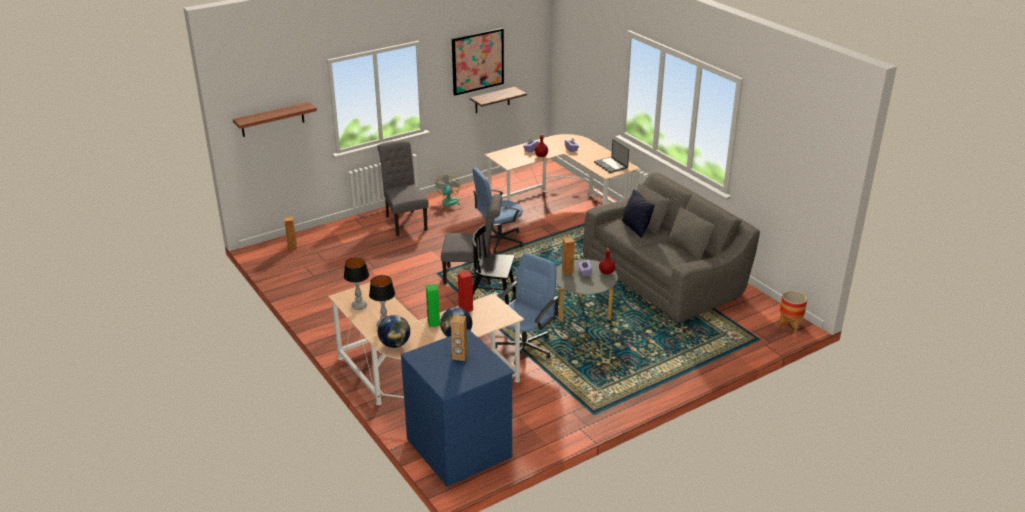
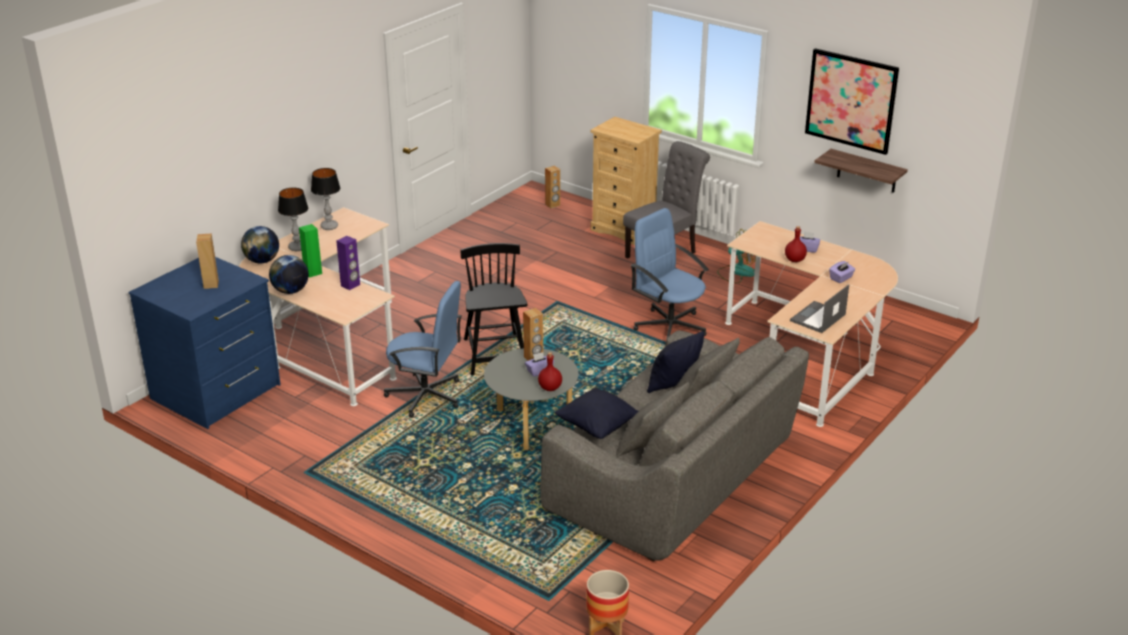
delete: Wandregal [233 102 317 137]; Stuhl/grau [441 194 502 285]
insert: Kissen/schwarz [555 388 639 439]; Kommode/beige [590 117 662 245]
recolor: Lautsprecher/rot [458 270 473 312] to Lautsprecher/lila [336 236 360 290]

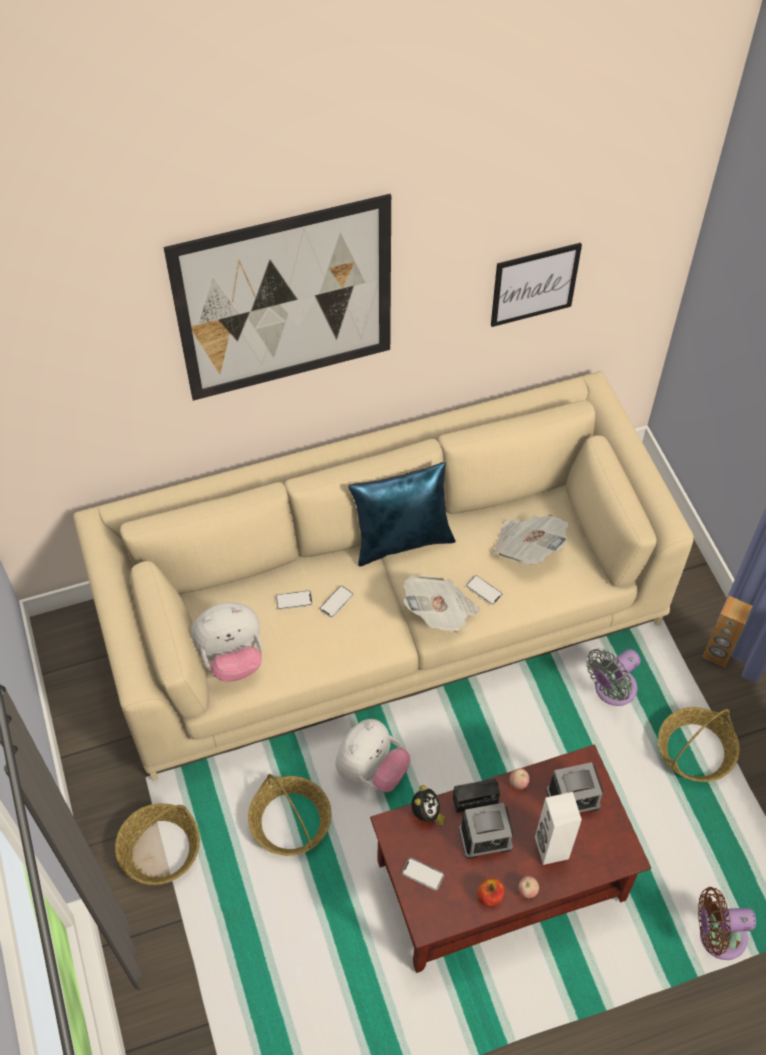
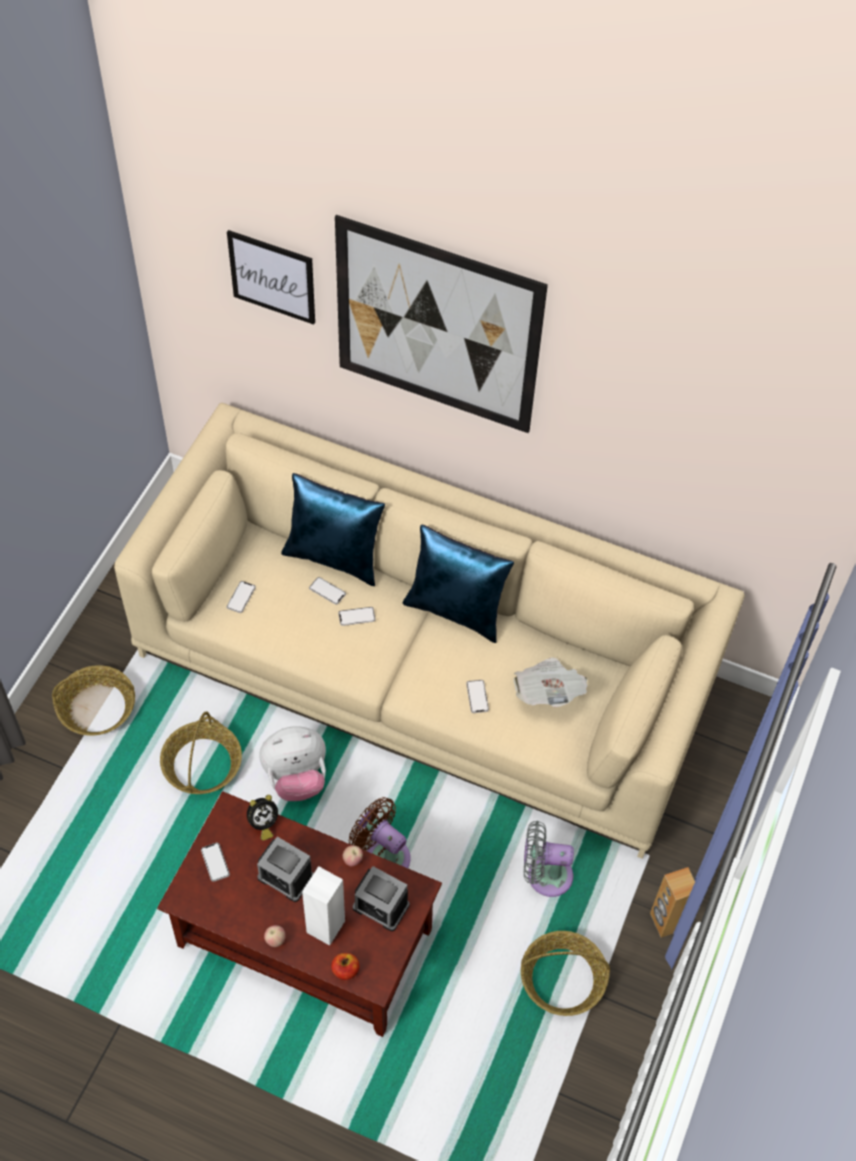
delete: Zeitung [403 574 480 633]; Radio [453 777 500 813]
insert: Kissen/blau [281 473 385 586]
move: Bild [491 243 582 327] to [227 230 315 325]; Apfel [477 878 504 906] to [331 953 359 980]; Ventilator/braun [698 887 756 960] to [349 797 411 868]
replace: Plüschtier [191 602 262 682] to Handy [226 581 256 613]

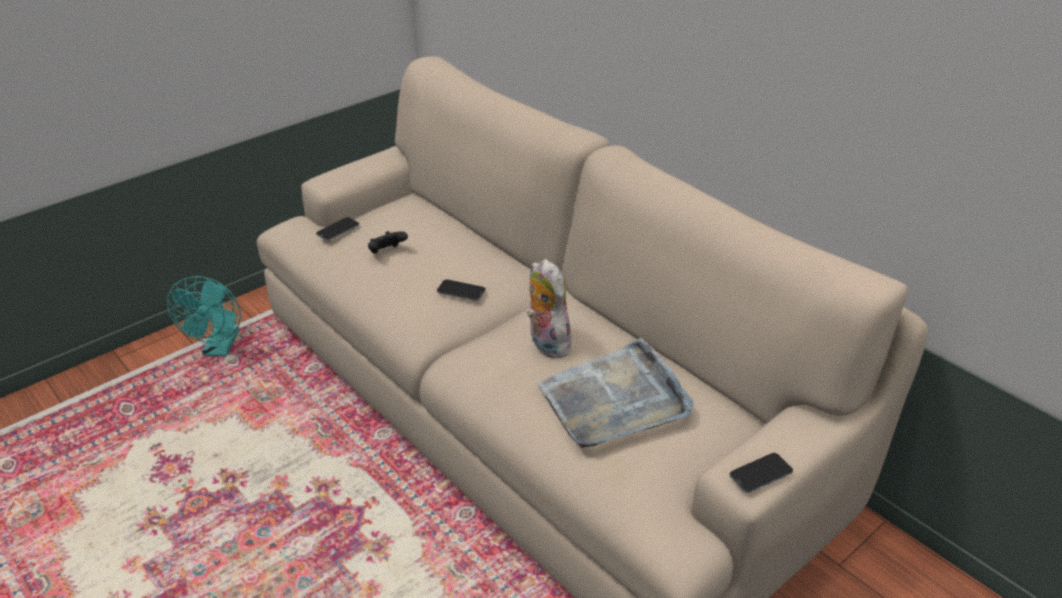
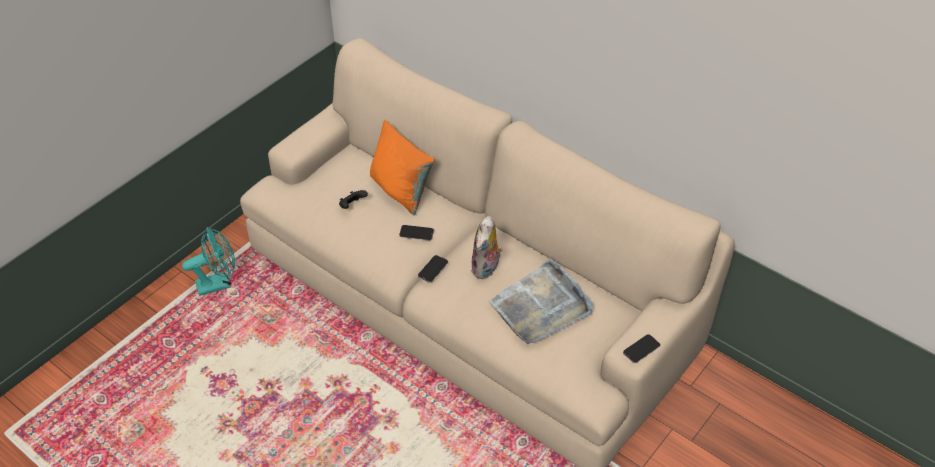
insert: Kissen/orange [370 120 435 215]
move: Handy [316 217 359 241] to [418 255 448 283]
rotate: Ventilator/türkis [167 276 241 357] = [182 227 235 296] 105 degrees counterclockwise; Plüschtier [527 259 572 358] = [471 216 503 279] 120 degrees counterclockwise

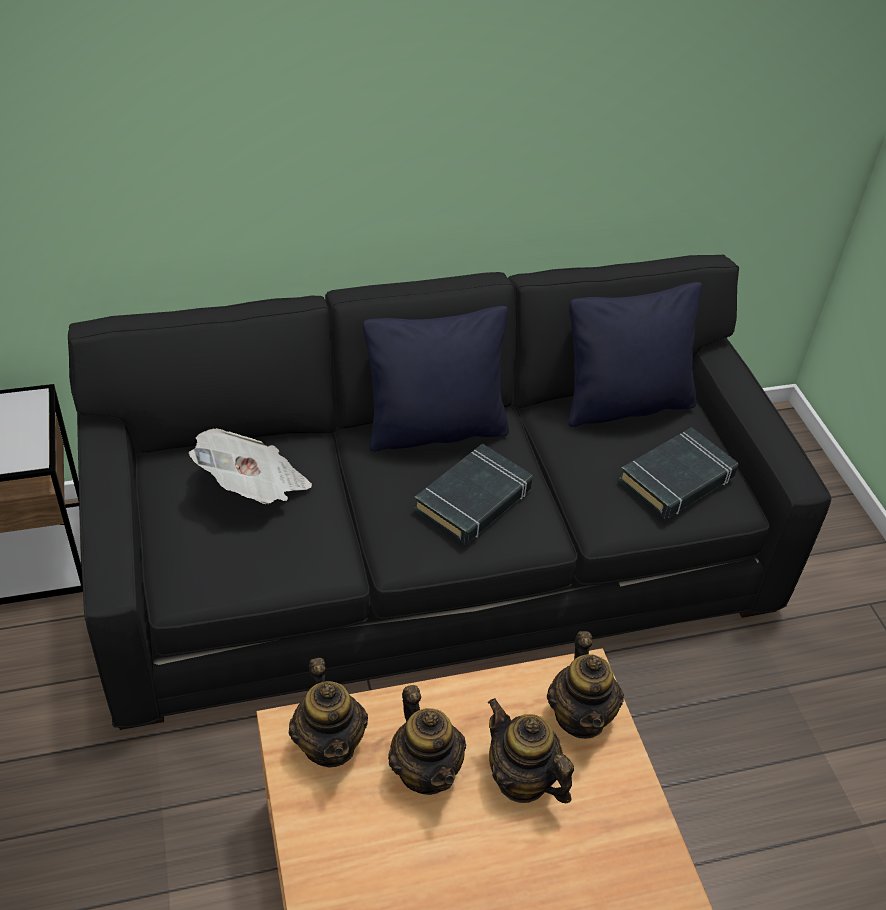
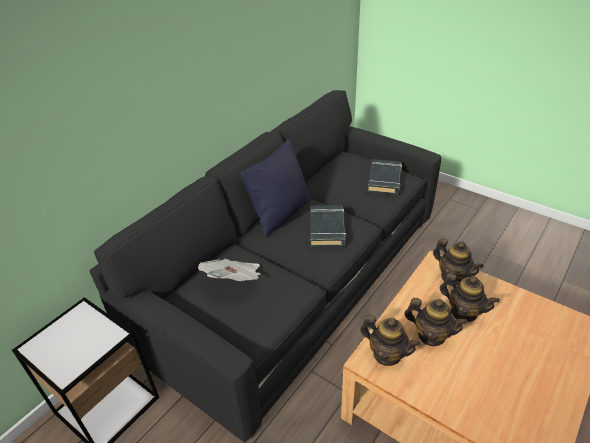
delete: Kissen/schwarz [568 282 702 427]
rotate: Teekanne [488 698 574 803] = [440 273 500 322] 150 degrees counterclockwise

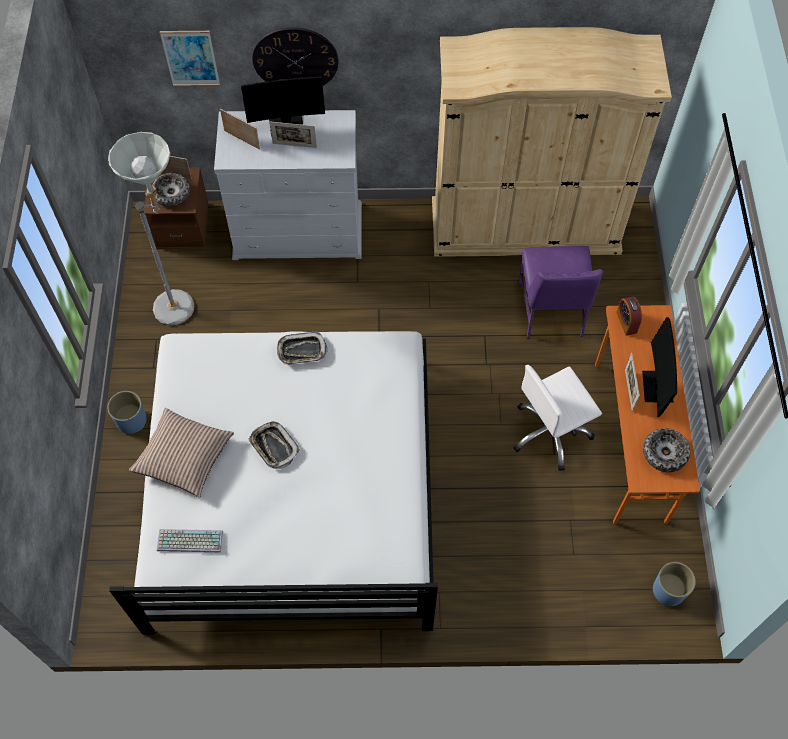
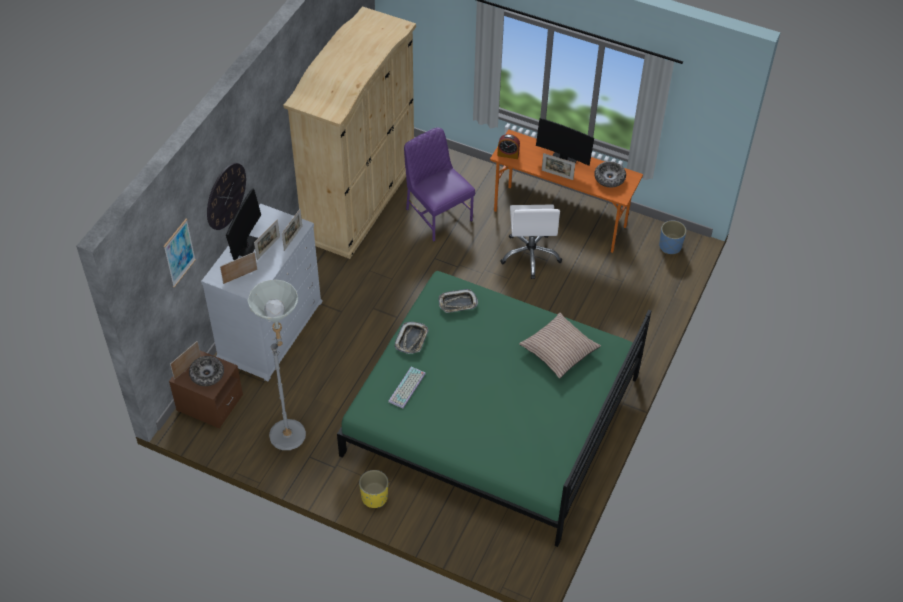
insert: Bilderrahmen [282 209 302 251]
move: Tastatur [157 529 223 552] to [388 367 426 408]; Tablett [248 421 300 469] to [439 289 478 313]; Kissen [129 408 234 497] to [519 313 601 378]
recolor: Bett/weiß [109 331 438 635] to Bett/grün [337 271 651 547]; Pflanzkübel/blau [107 391 147 434] to Pflanzkübel/gelb [359 470 388 508]
rotate: Stuhl/lila [518 246 603 338] = [404 128 475 242] 150 degrees counterclockwise

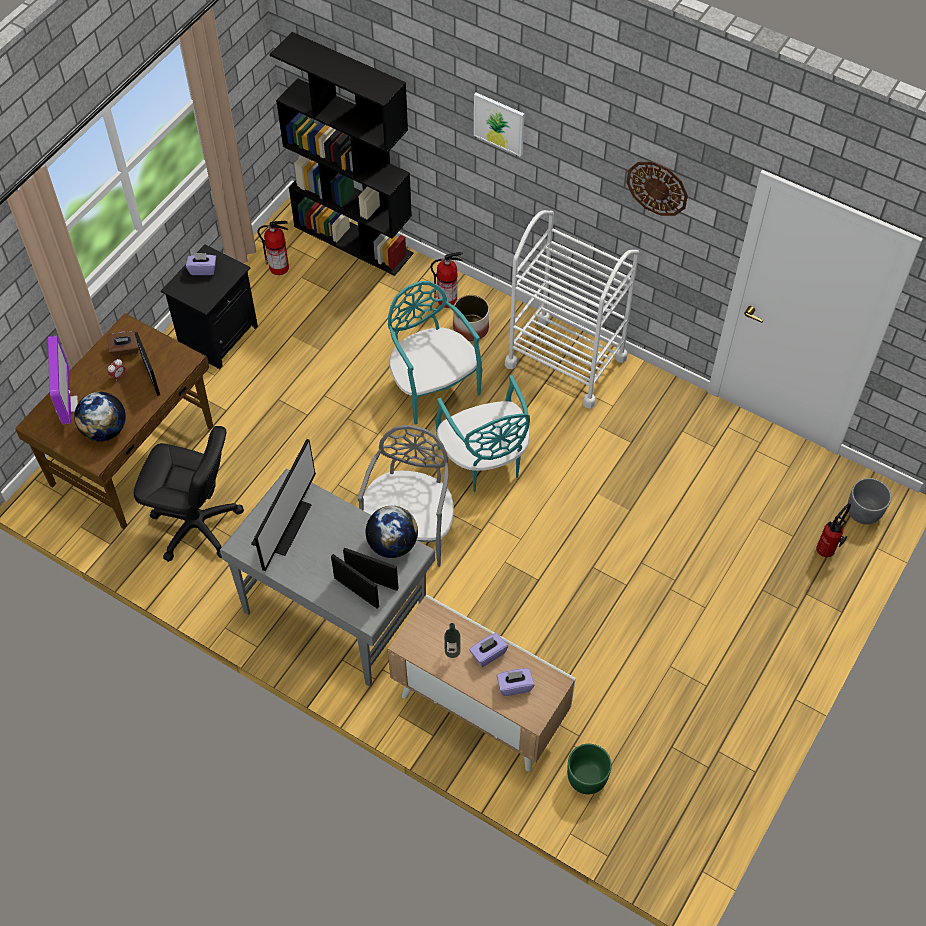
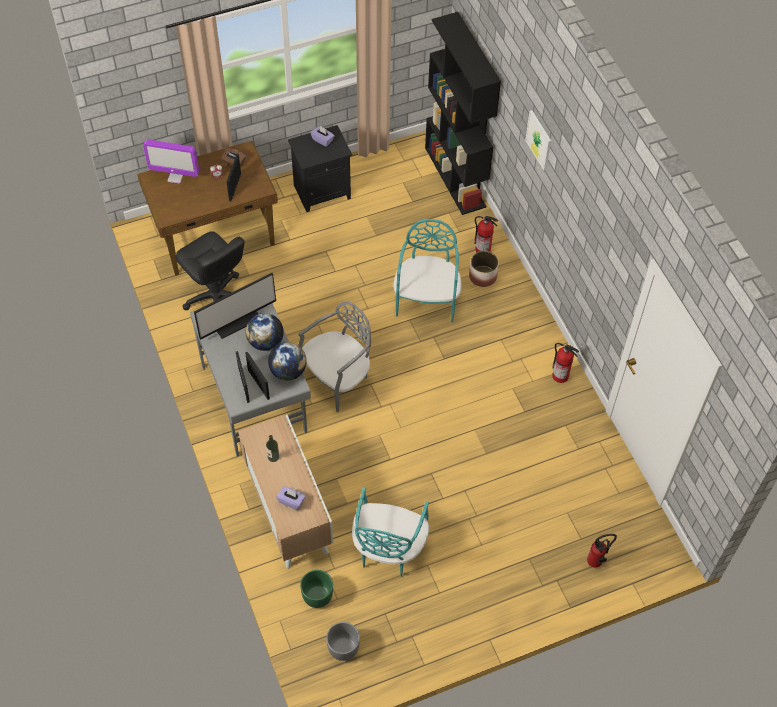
delete: Taschentuchbox/lila [469 633 508 667]; Rollwagen/weiß [505 210 639 409]; Wanduhr [626 162 688 216]
move: Globus [74 392 126 442] to [246 313 284 351]; Pflanzkübel/grau [848 478 891 525] to [326 622 360 661]; Stuhl/türkis [436 375 530 492] to [352 487 429 577]; Feuerlöscher [257 221 289 275] to [552 343 579 383]
rotate: Monitor [48 336 78 424] = [143 140 199 184] 75 degrees clockwise

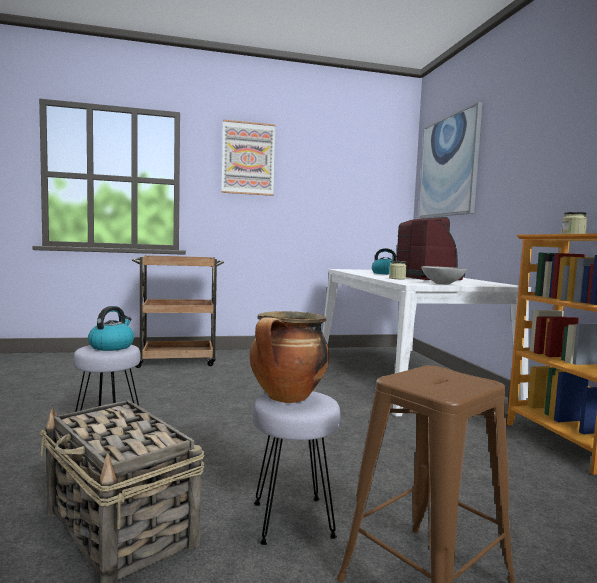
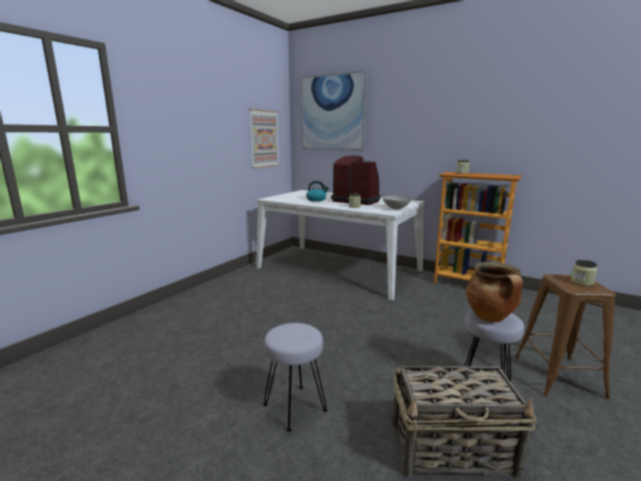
delete: Wasserkessel [88 306 134 351]; Rollwagen/braun [132 255 224 368]
insert: Vorratsglas [571 260 598 286]
move: Bild [221 120 276 196] to [249 109 280 169]

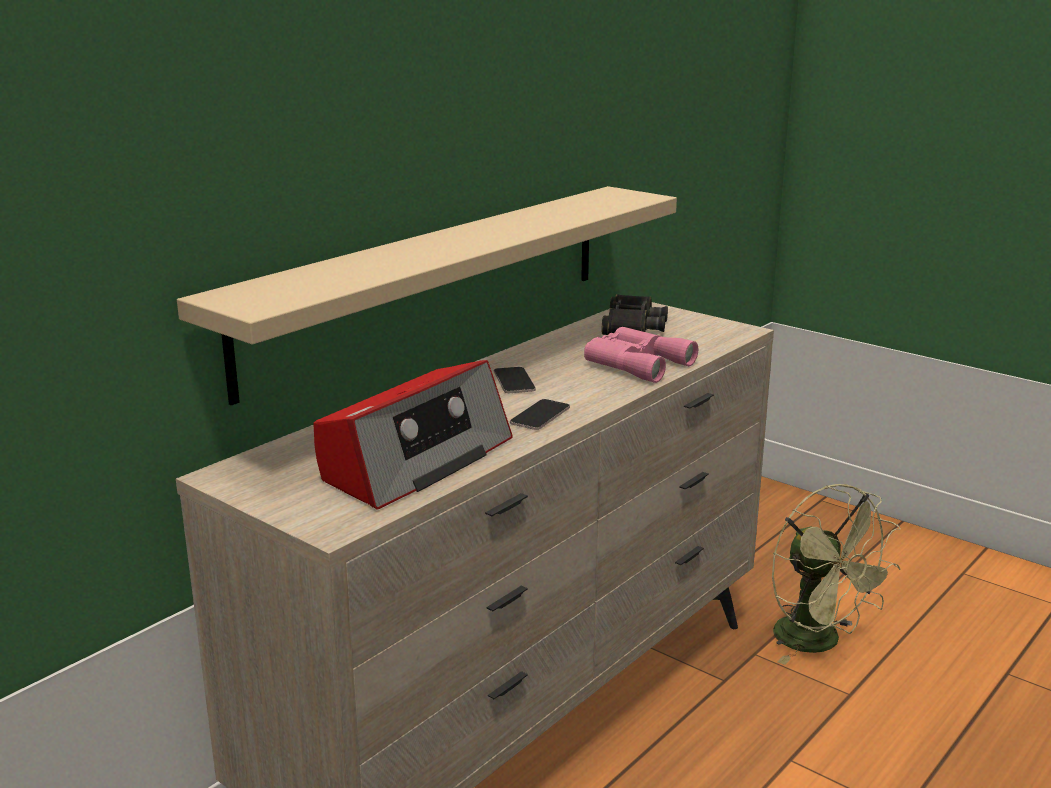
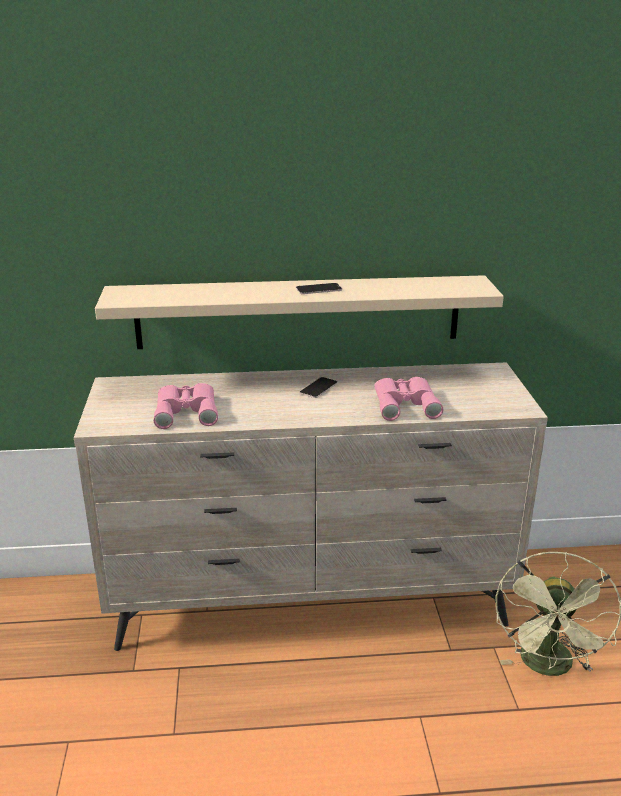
delete: Fernglas/schwarz [602 294 668 335]
move: Handy [510 399 570 430] to [296 283 342 294]
replace: Radio [313 360 513 510] to Fernglas/rosa [154 383 218 429]

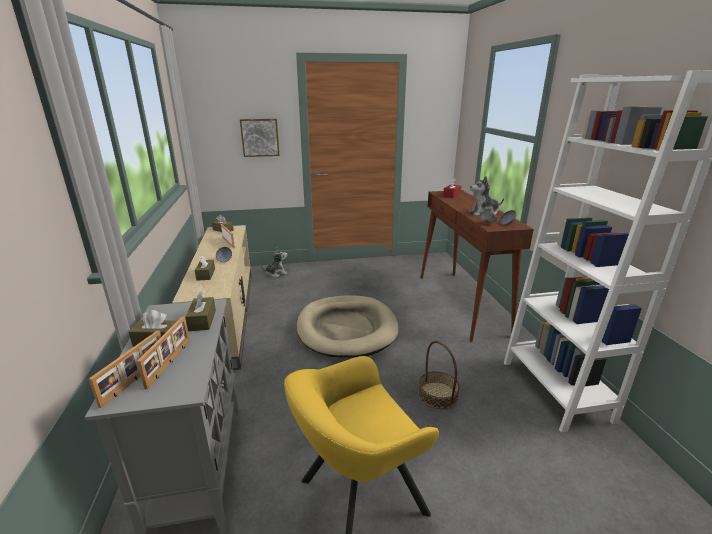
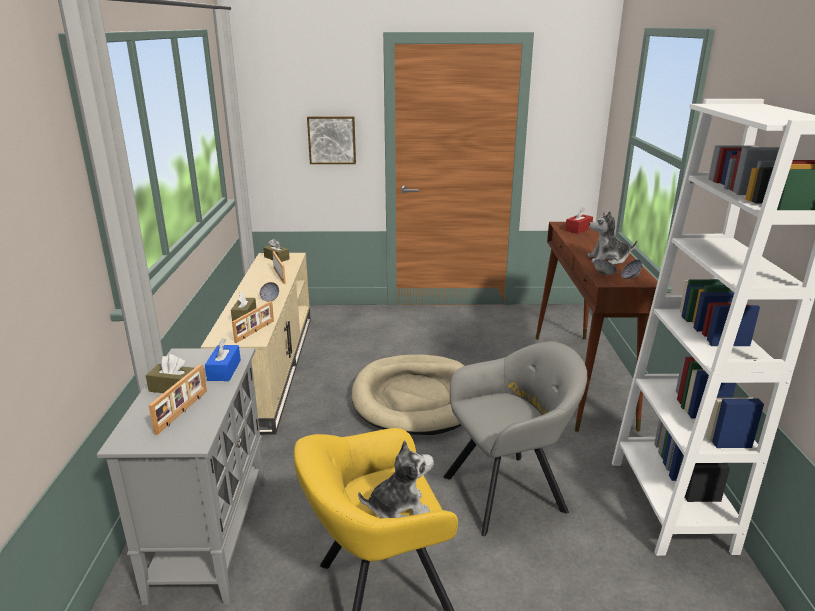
move: Bilderrahmen [89 330 161 408] to [232 301 274 343]; Plüschtier [261 247 288 277] to [358 440 434 518]
replace: Korb [418 341 460 409] to Sessel/grau [443 341 587 536]
recolor: Taschentuchbox/braun [185 292 216 331] to Taschentuchbox/blau [205 338 241 381]

